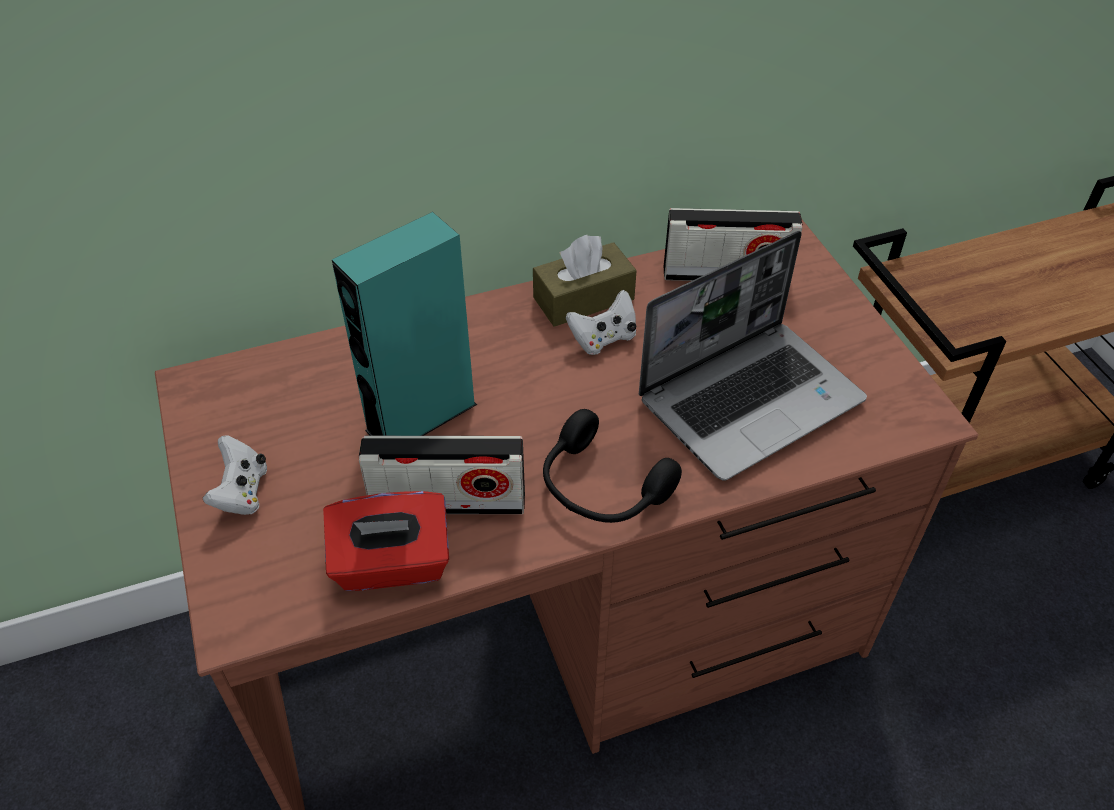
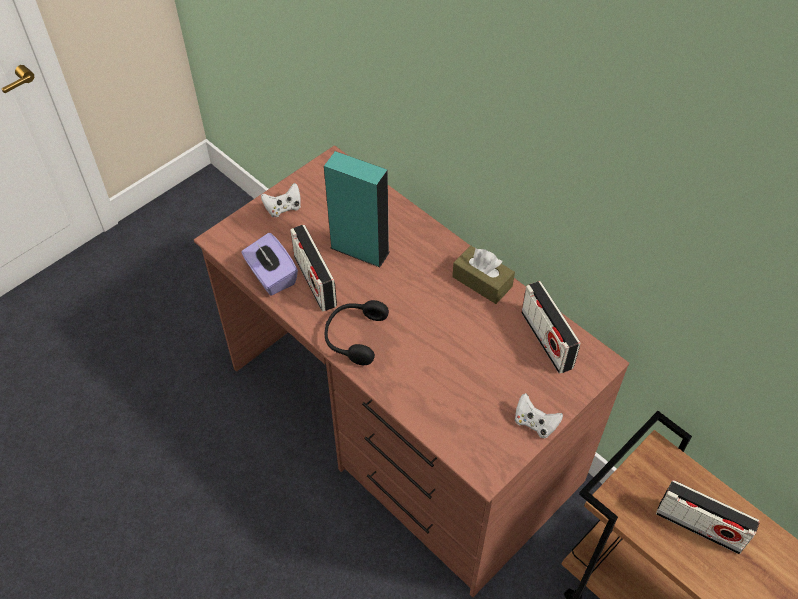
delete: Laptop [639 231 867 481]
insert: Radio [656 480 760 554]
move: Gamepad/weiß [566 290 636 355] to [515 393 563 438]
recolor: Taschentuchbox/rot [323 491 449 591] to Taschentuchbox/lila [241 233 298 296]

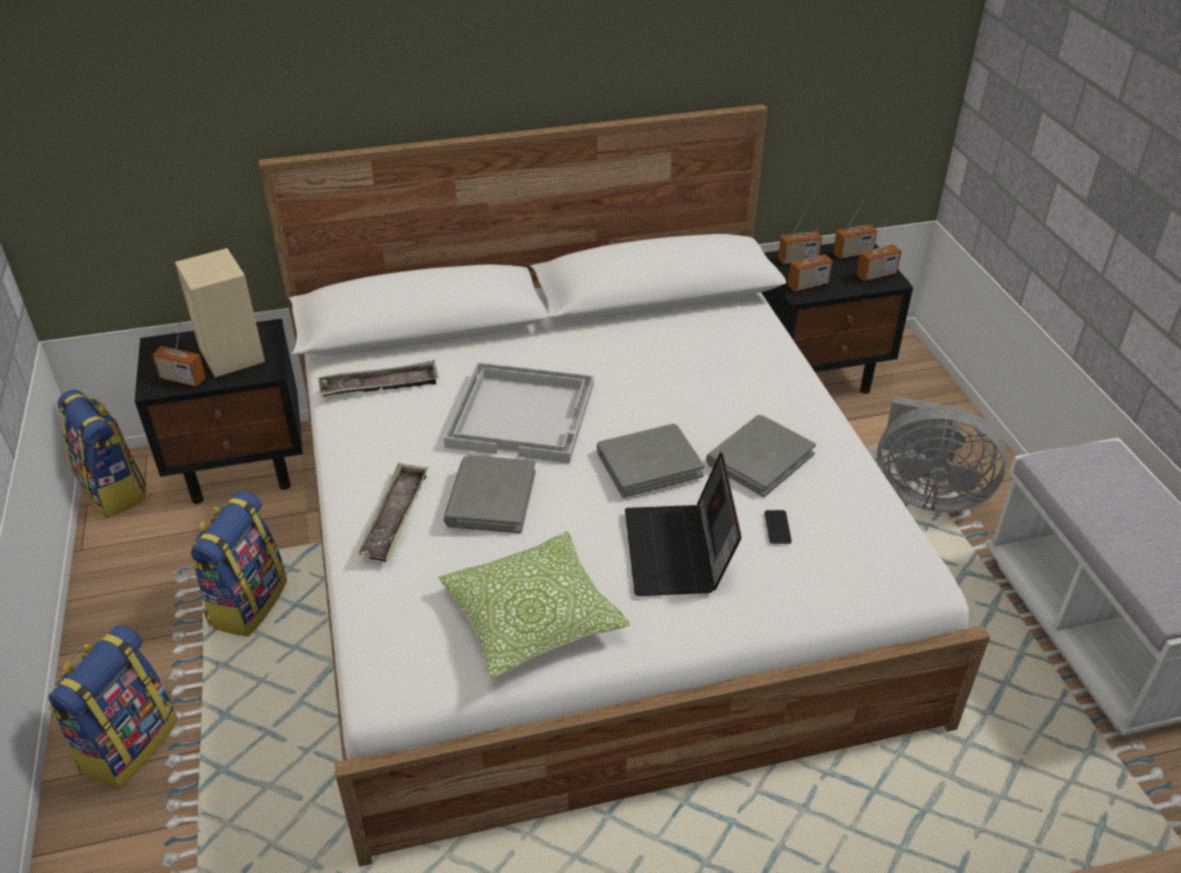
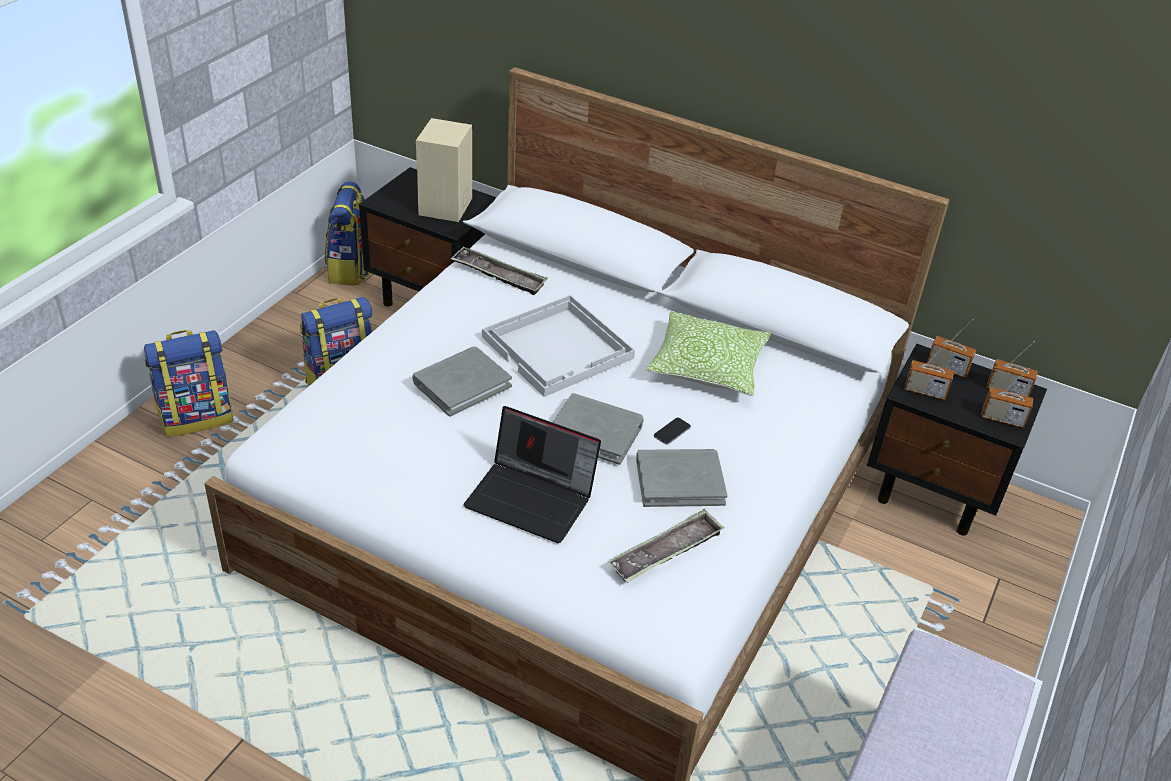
delete: Radio [152 322 206 387]; Ventilator/grau [877 396 1007 512]
move: Tablett [357 463 428 562] to [608 509 724 583]; Kissen [439 531 630 679] to [645 311 771 396]; Handy [764 510 792 544] to [654 418 691 445]
rotate: Laptop [625 452 741 596] = [464 406 601 543] 105 degrees counterclockwise

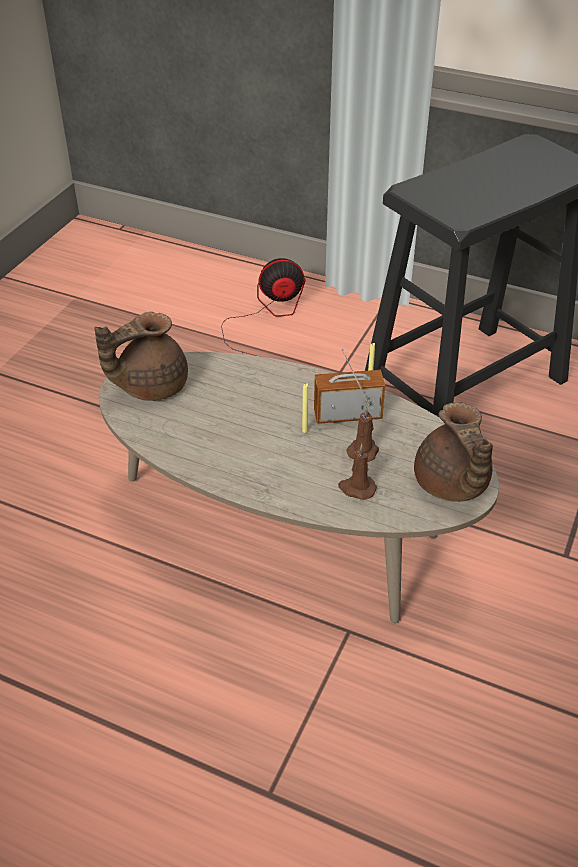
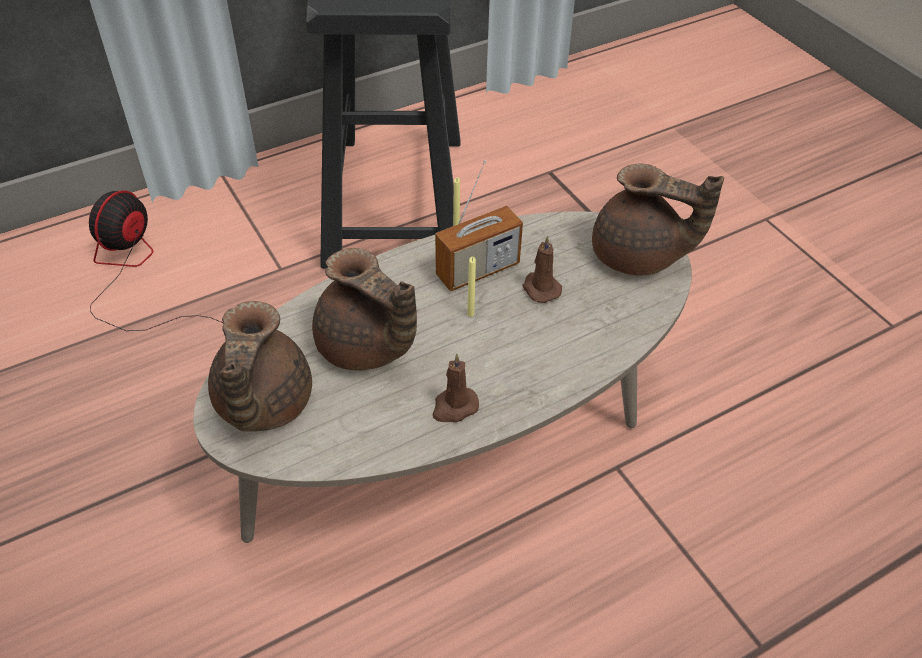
insert: Teekanne/braun [312 248 417 371]
move: Kerze/braun [338 444 377 500] to [432 354 479 422]
rotate: Radio [314 348 385 424] = [435 160 523 292] 150 degrees counterclockwise

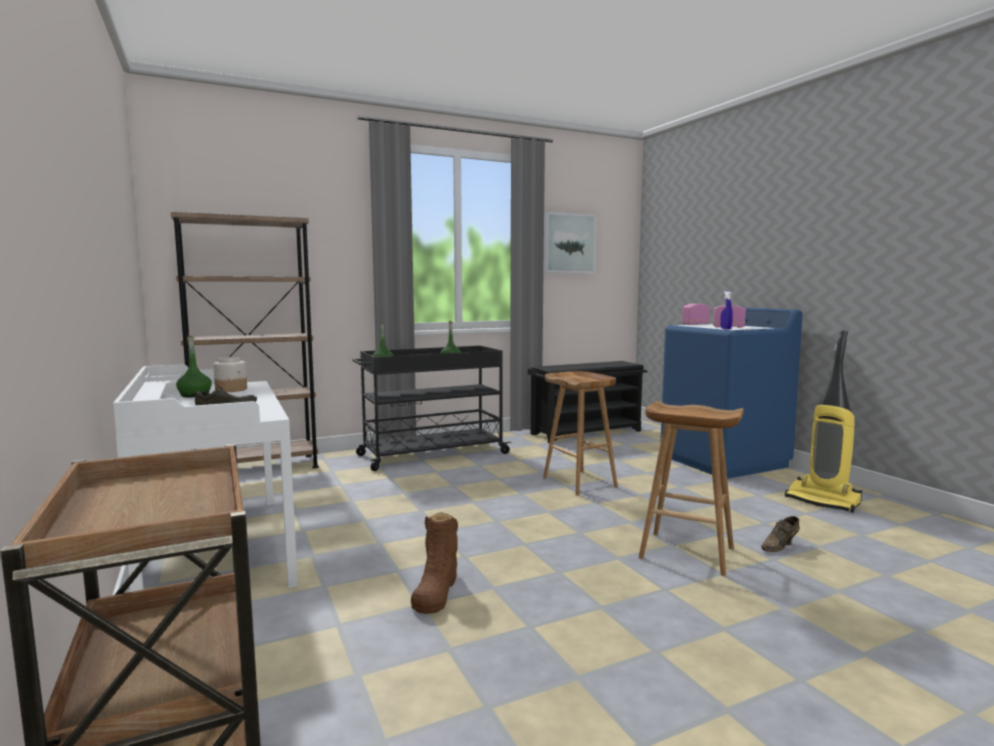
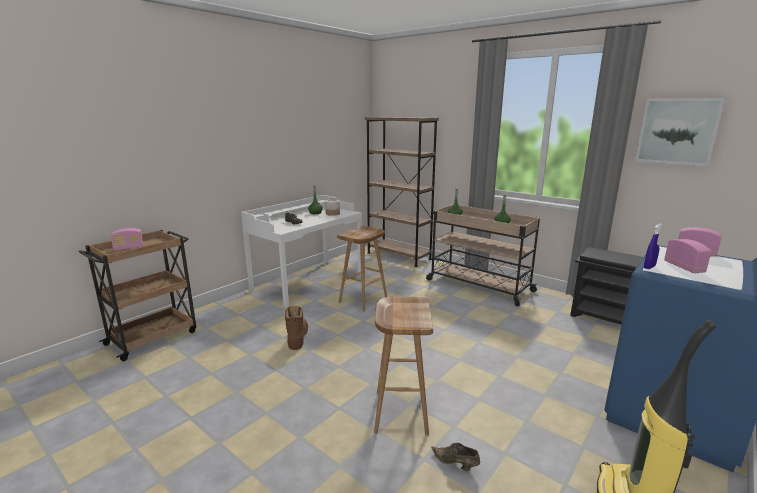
insert: Radio [110 228 143 250]
move: Hocker/braun [543 371 618 496] to [337 226 387 311]
recolor: Rollwagen/schwarz [352 346 511 471] to Rollwagen/beige [426 204 540 306]
rotate: Stiefel/braun [411 513 458 614] = [285 306 308 350] 105 degrees clockwise

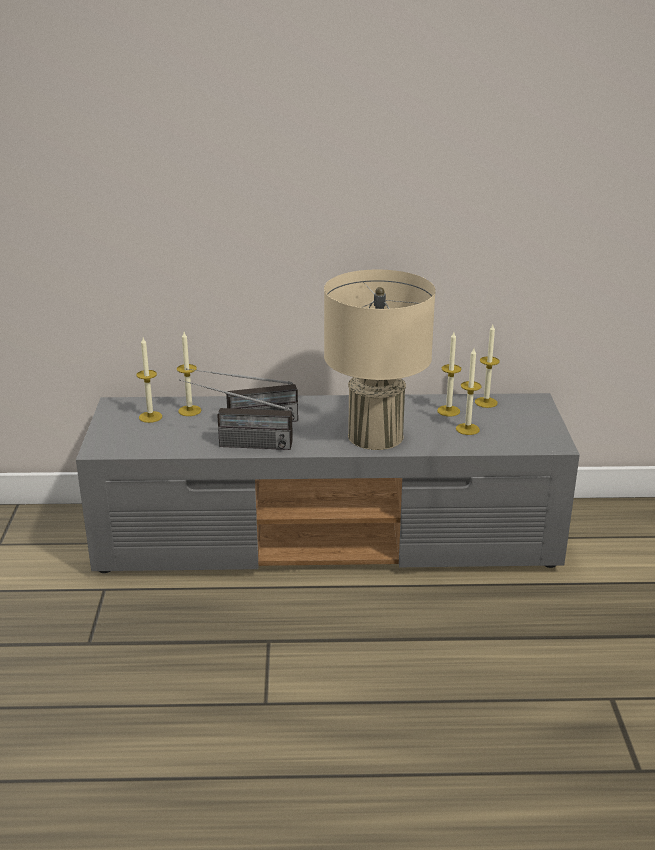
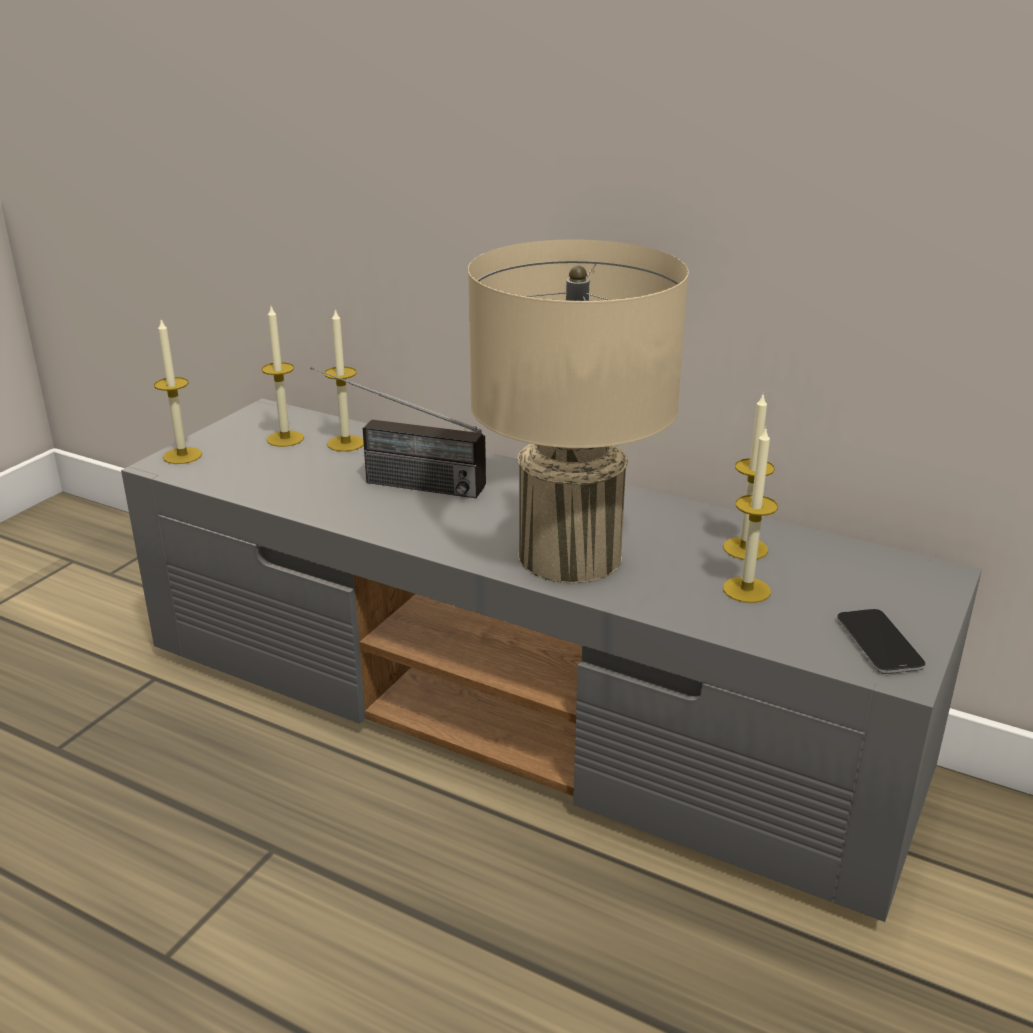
delete: Radio [179 379 293 450]
insert: Handy [837 609 926 674]
move: Kerze [475 325 500 408] to [154 320 202 464]

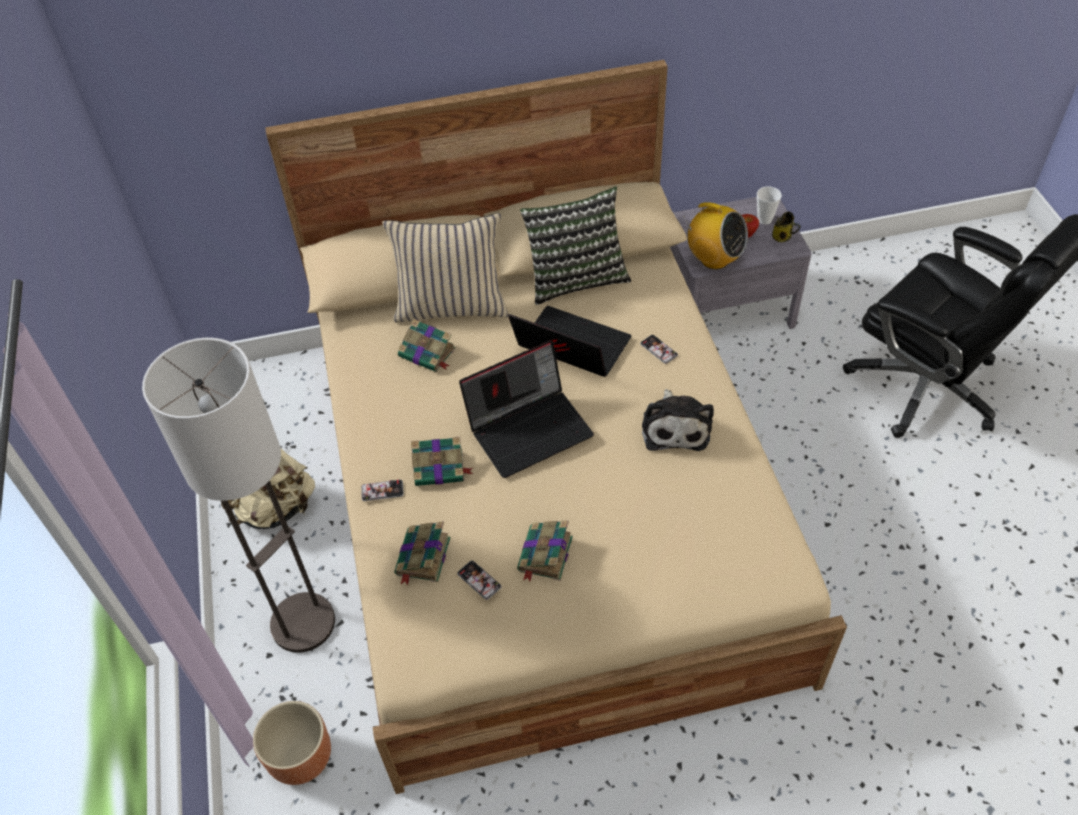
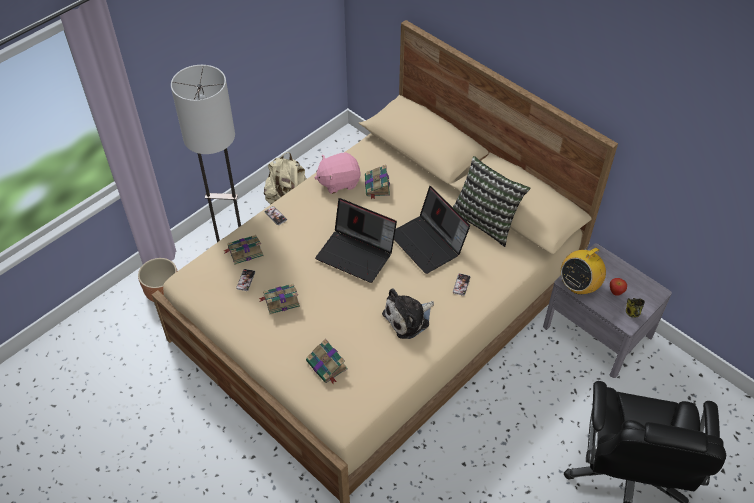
delete: Kissen/beige [382 213 508 323]; Tasse [757 186 782 225]
insert: Plüschtier/rosa [315 152 361 194]
move: Buch [411 437 473 486] to [306 339 348 384]
rotate: Laptop [508 306 631 377] = [394 186 470 274] 150 degrees clockwise; Radio [683 202 748 269] = [561 241 606 295] 45 degrees clockwise

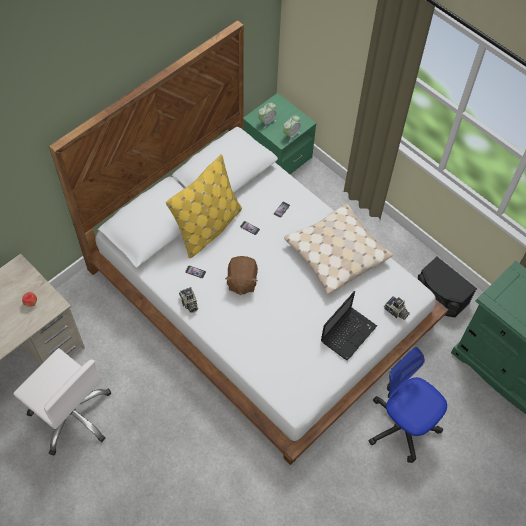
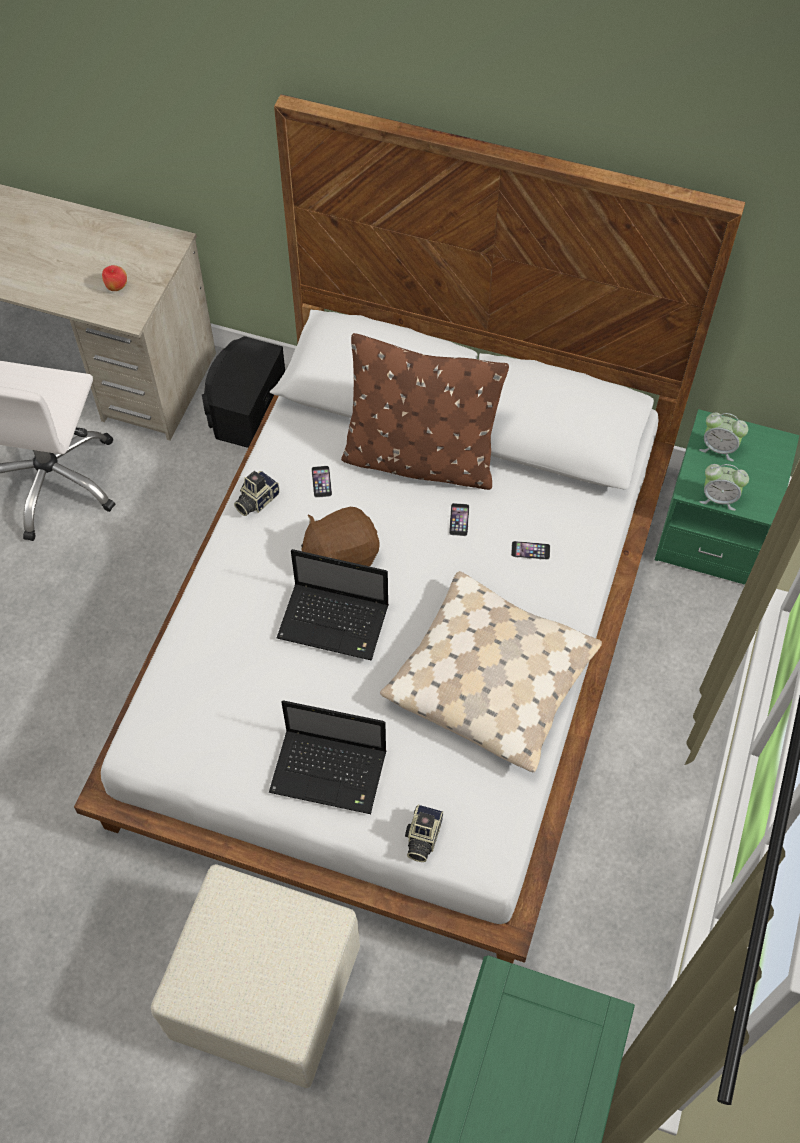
insert: Laptop [277 549 389 661]
move: Lautsprecher/schwarz [418 257 477 317] to [202 336 285 448]
replace: Bürostuhl [369 347 447 463] to Polsterhocker/beige [151 864 360 1088]
recolor: Kissen/gelb [166 154 242 258] to Kissen/braun [341 333 509 490]

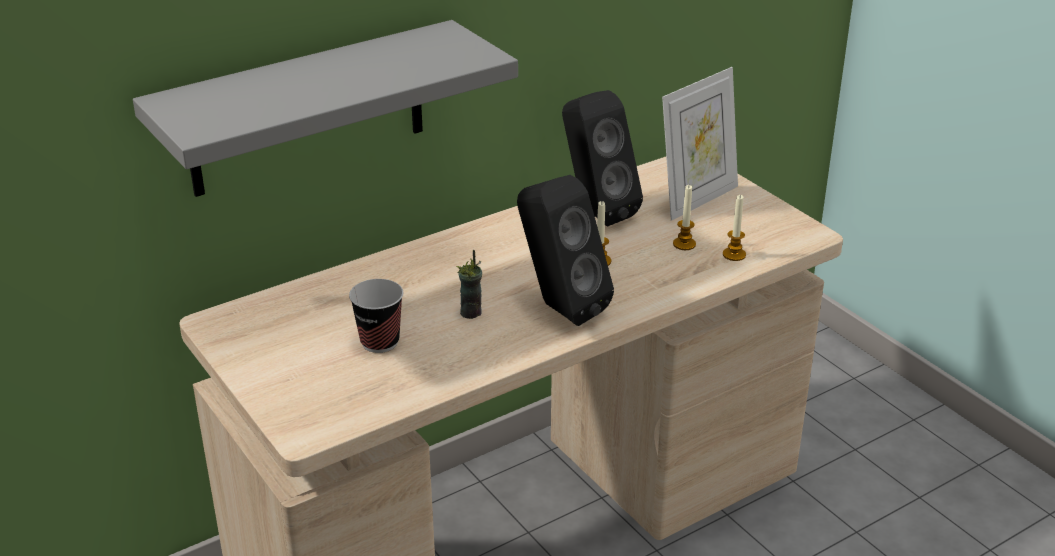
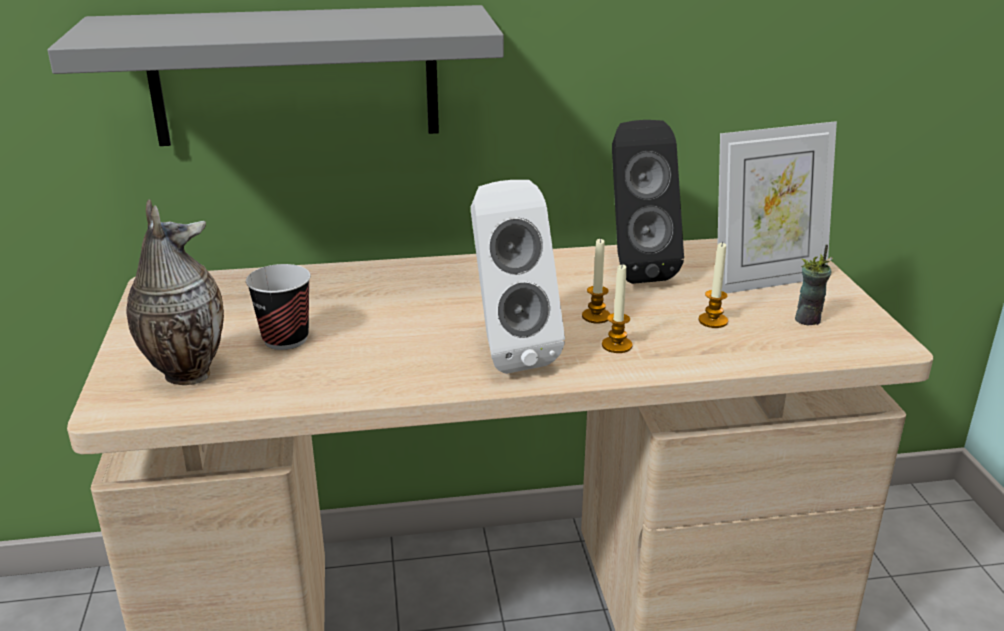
insert: Vase [127 199 224 385]
move: Kerze [723 194 746 261] to [602 265 632 353]; Tasse [456 250 482 319] to [795 244 833 326]
recolor: Lautsprecher/schwarz [517 175 614 326] to Lautsprecher/weiß [471 180 565 374]

